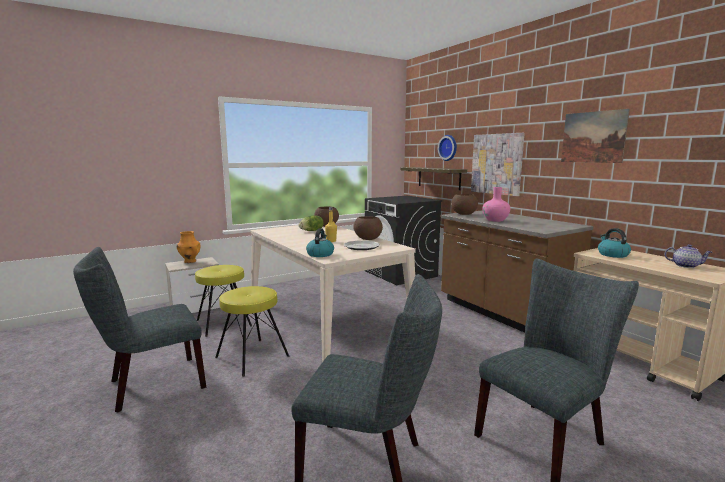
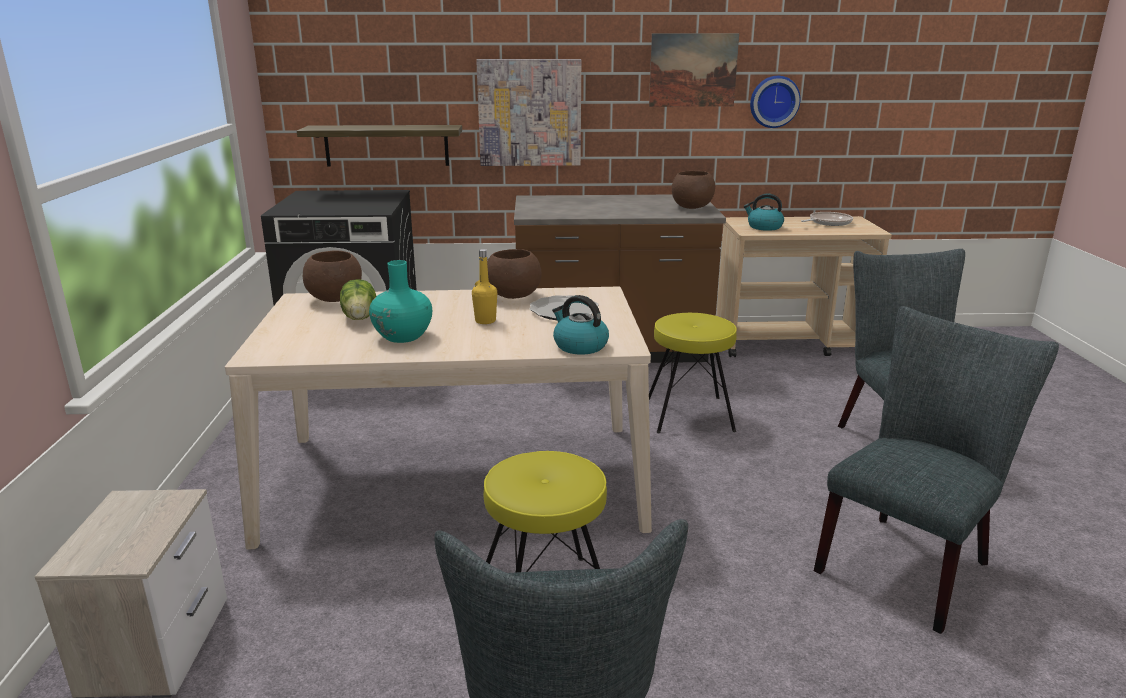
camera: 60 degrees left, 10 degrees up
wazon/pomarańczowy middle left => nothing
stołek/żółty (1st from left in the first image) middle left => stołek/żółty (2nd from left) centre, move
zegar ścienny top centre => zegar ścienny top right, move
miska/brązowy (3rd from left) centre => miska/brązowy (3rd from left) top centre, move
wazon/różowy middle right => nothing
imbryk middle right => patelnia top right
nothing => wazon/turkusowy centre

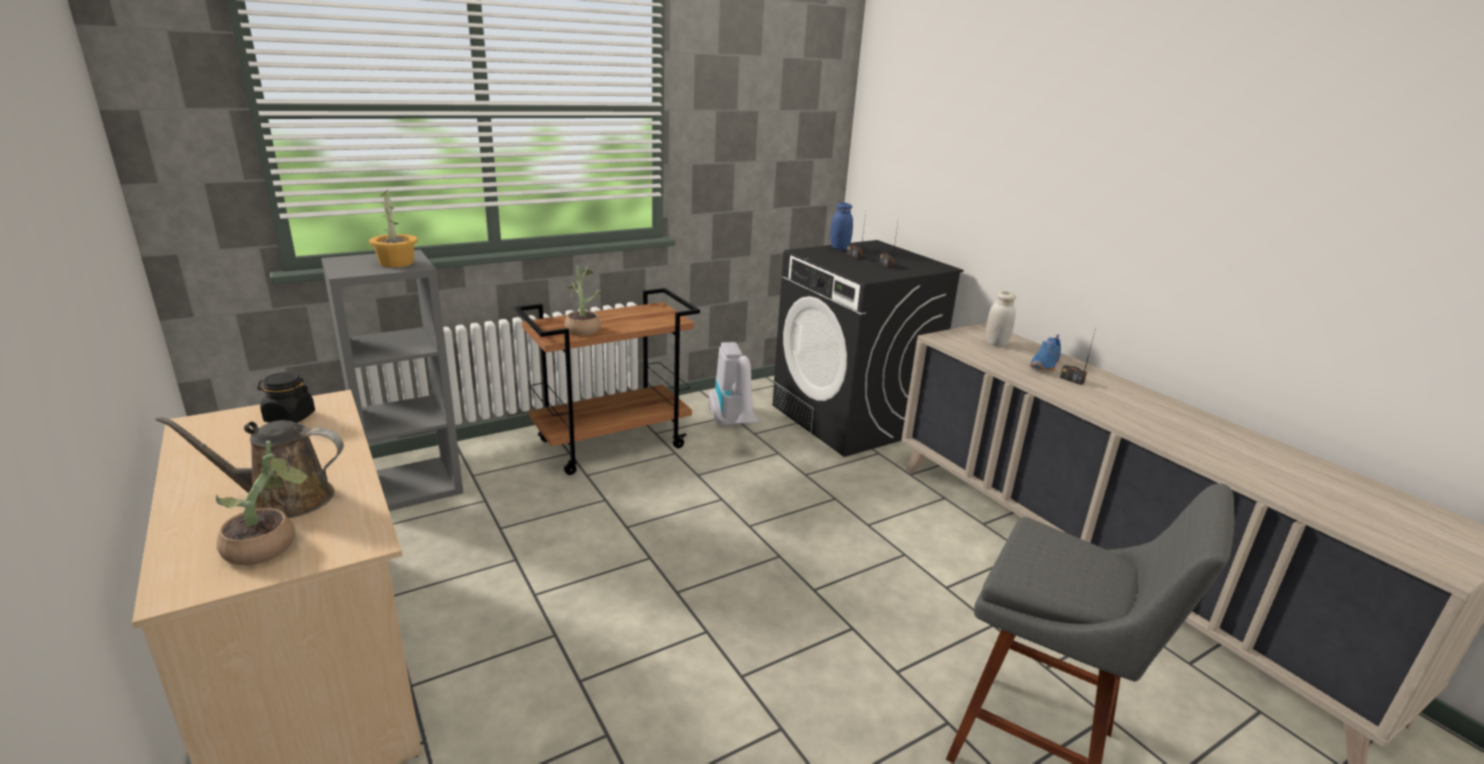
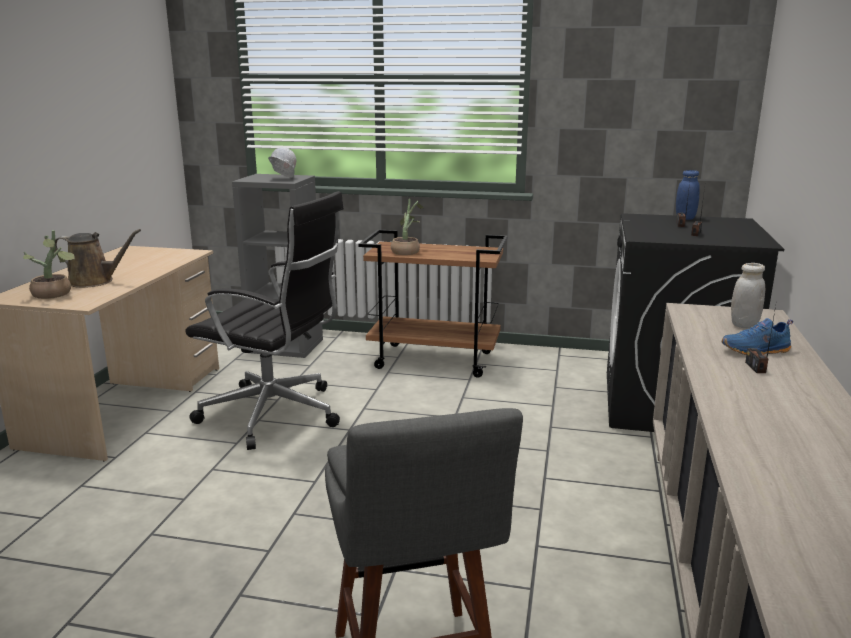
camera: 45 degrees right, 5 degrees down
konewka/brązowy middle left, 150 degrees clockwise
słoik/czarny middle left => nothing
roślina doniczkowa (2nd from left) top left => kask/biały top left
odkurzacz centre => nothing
nothing => krzesło biurowe/czarny middle left

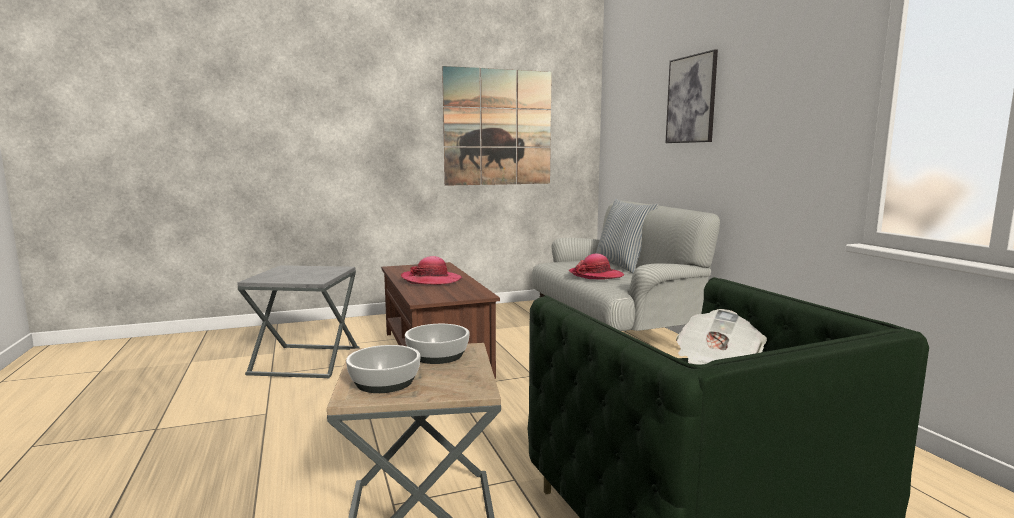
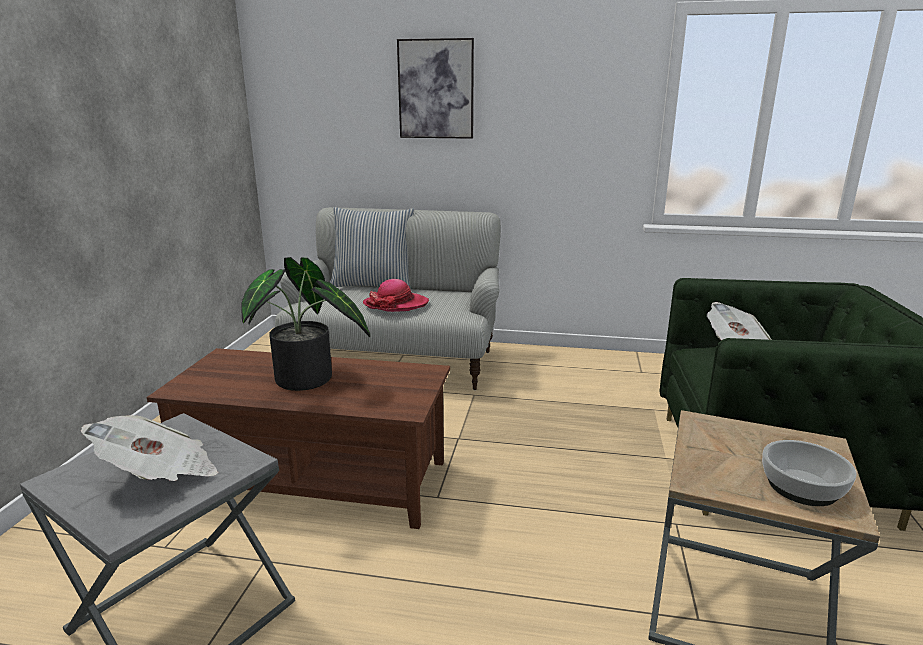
camera: 60 degrees left, 10 degrees up
kapelusz (1st from left) centre => roślina doniczkowa middle left
miska (2nd from left) centre => nothing
obraz (1st from left) top centre => nothing
nothing => gazeta (1st from left) bottom left

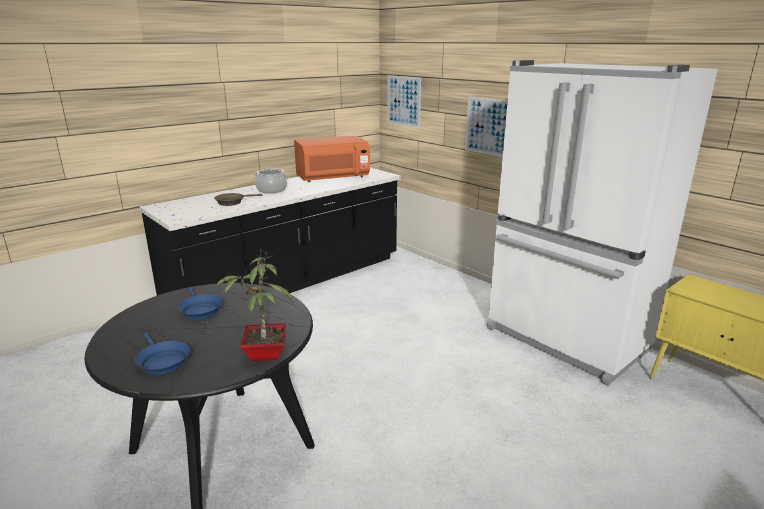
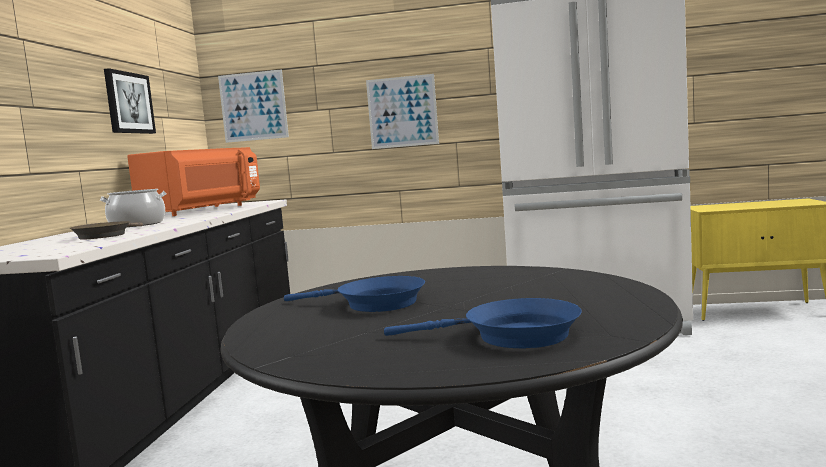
camera: 40 degrees left, 15 degrees down
roślina doniczkowa middle left => nothing
nothing => obraz (1st from left) top left

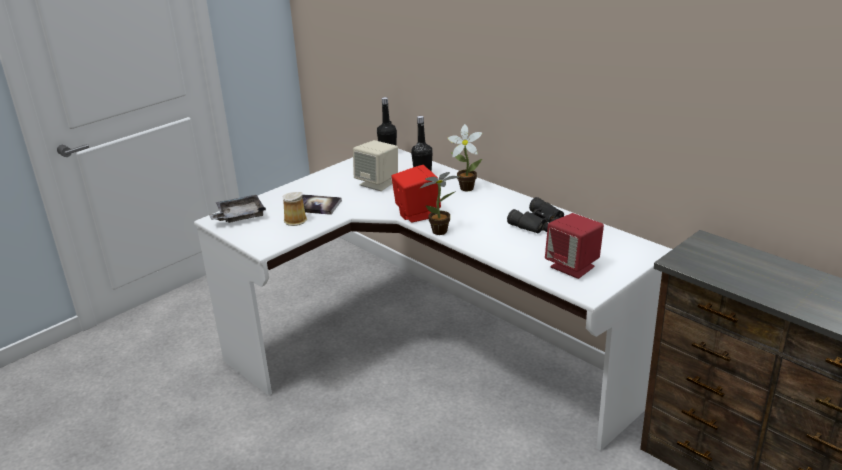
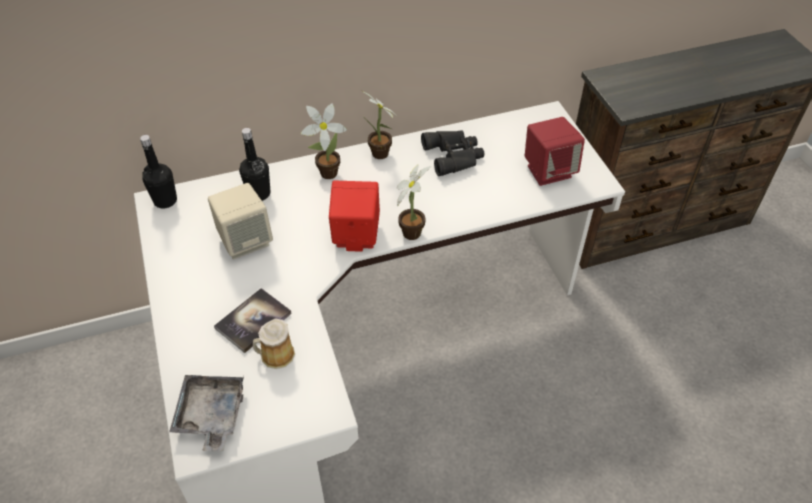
camera: 65 degrees left, 20 degrees up
nothing => roślina doniczkowa (2nd from left) top centre

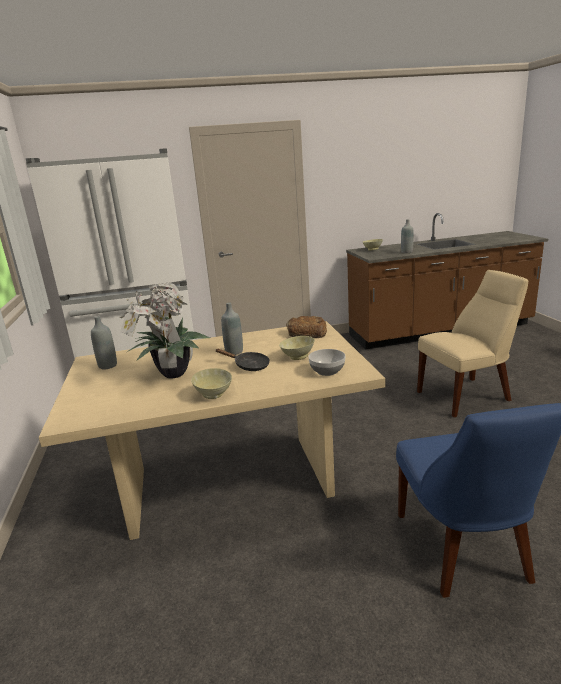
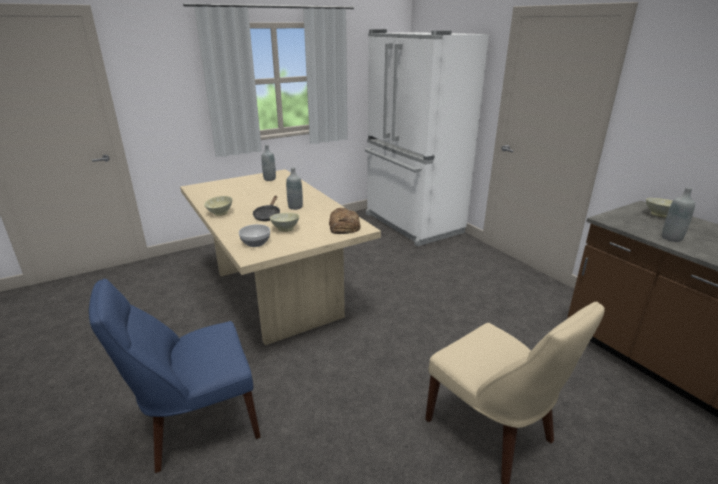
camera: 70 degrees right, 5 degrees up
roślina doniczkowa middle left => nothing

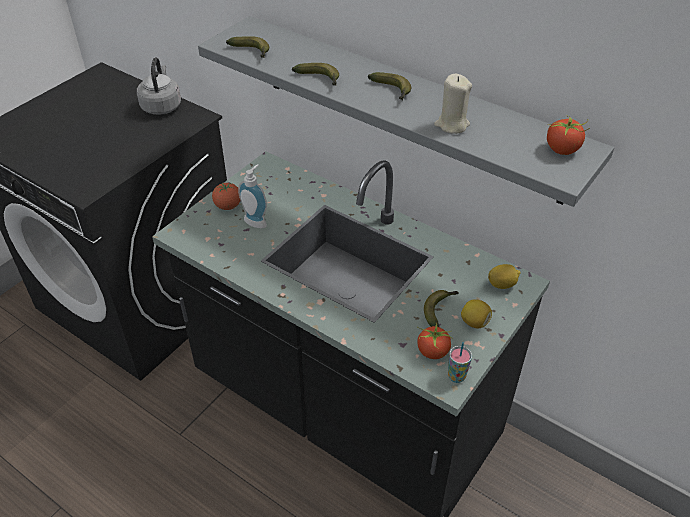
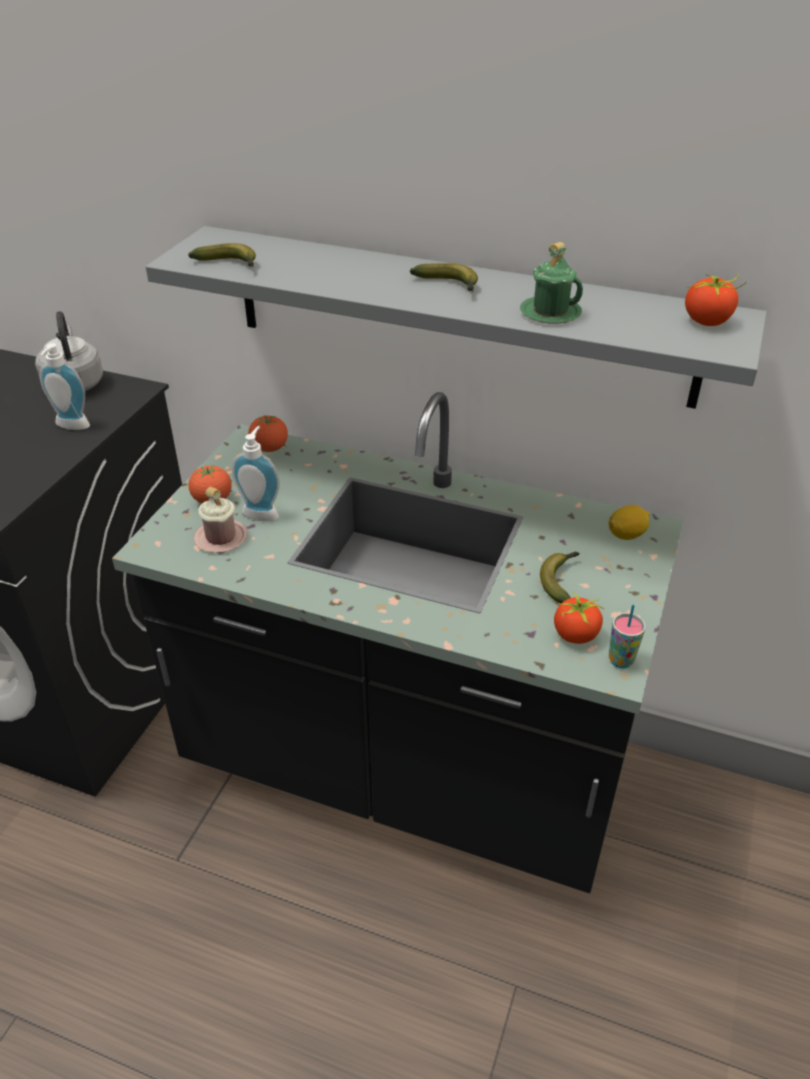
camera: 15 degrees left, 5 degrees down
banan (2nd from left) top centre => nothing
świeca/beżowy top centre => kubek/zielony top right
cytryna (1st from left) middle right => nothing
nothing => dozownik mydła (1st from left) middle left
nothing => kubek/różowy middle left
nothing => pomidor (2nd from left) middle left

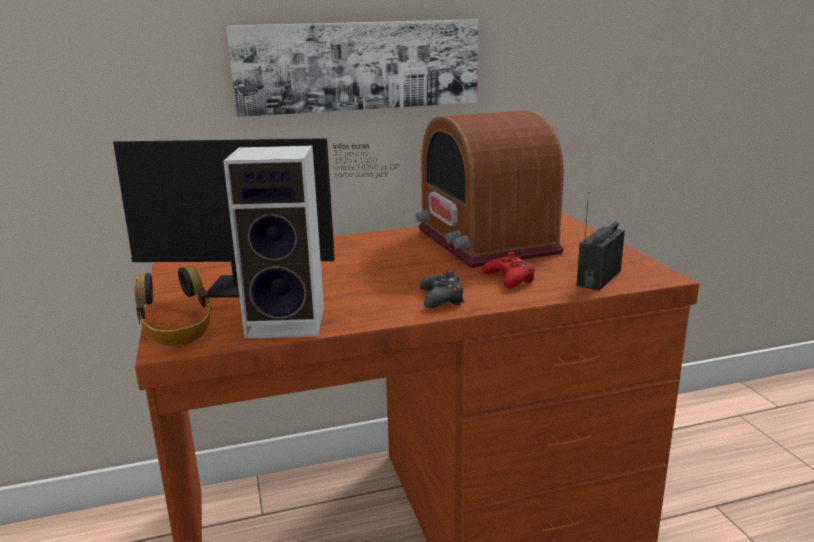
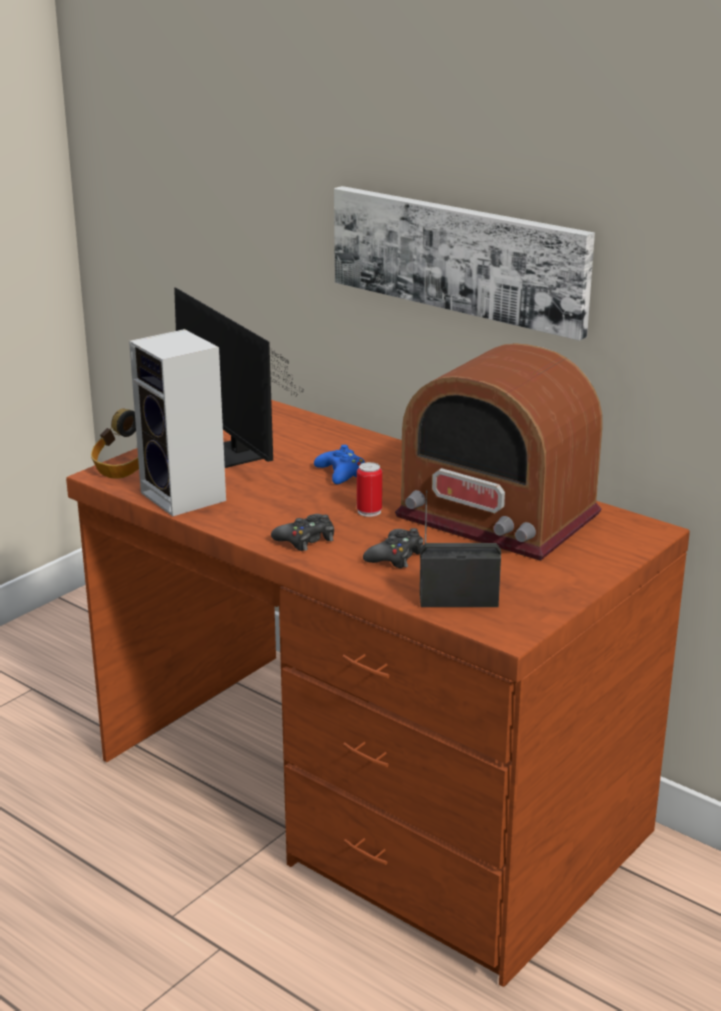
camera: 55 degrees right, 5 degrees up
radio (1st from left in the first image) centre => radio (2nd from left) middle right, 90 degrees counterclockwise
pad do gier/czerwony centre => pad do gier/czarny (2nd from left) centre
nothing => pad do gier/niebieski centre
nothing => puszka centre

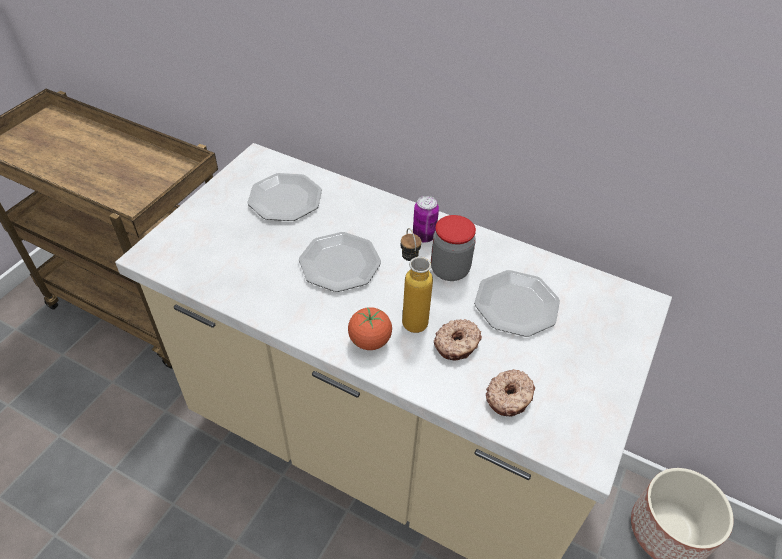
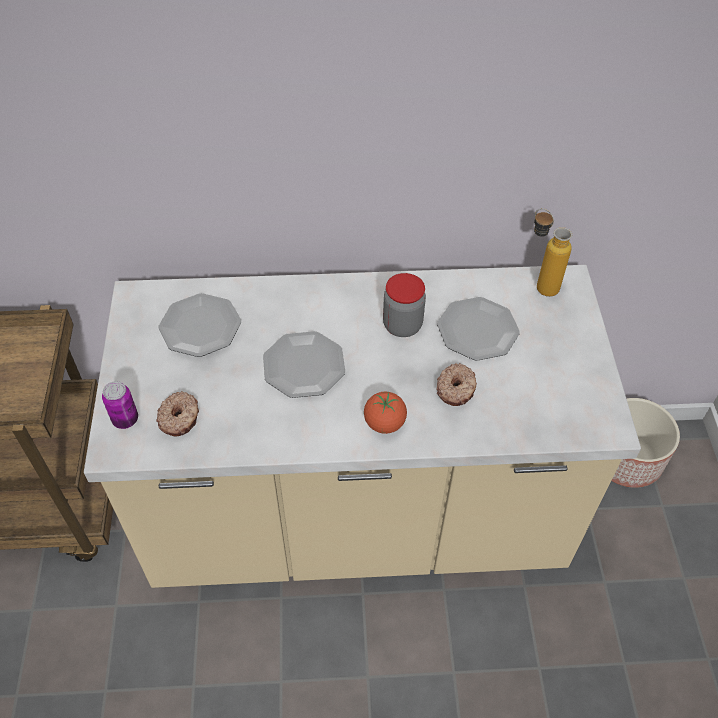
camera: 30 degrees left, 5 degrees up
butelka centre => butelka middle right, move
puszka centre => puszka middle left, move
donut (2nd from left in the first image) bottom centre => donut (1st from left) middle left, move

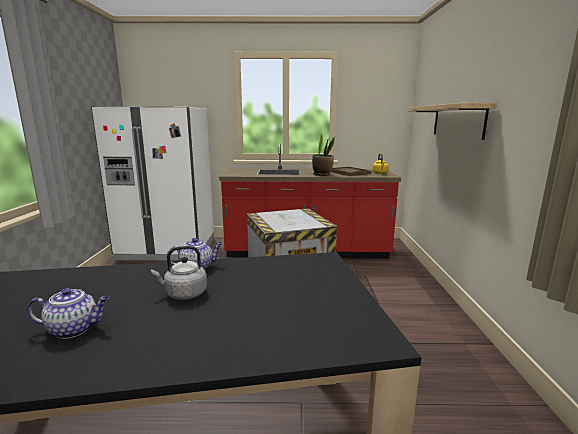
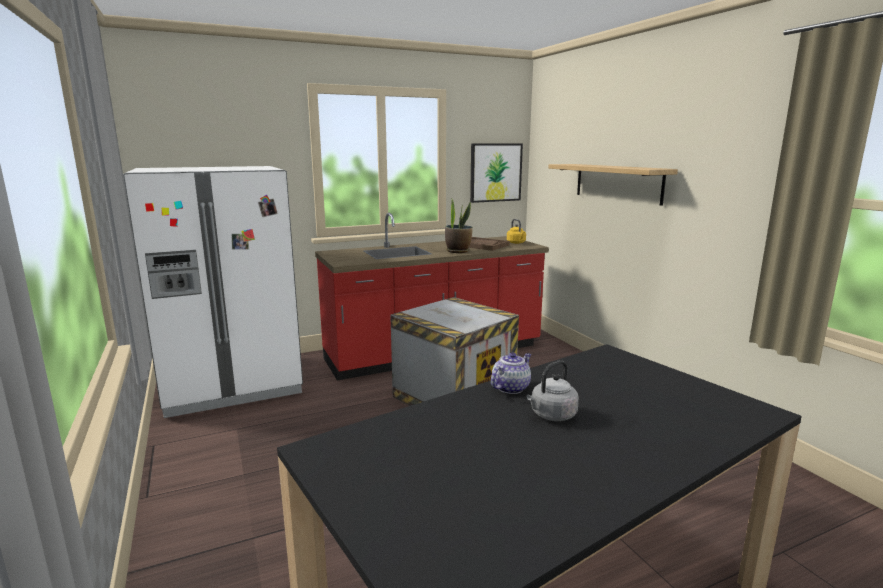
camera: 25 degrees left, 0 degrees up
imbryk (1st from left) bottom left => nothing
nothing => obraz top centre

